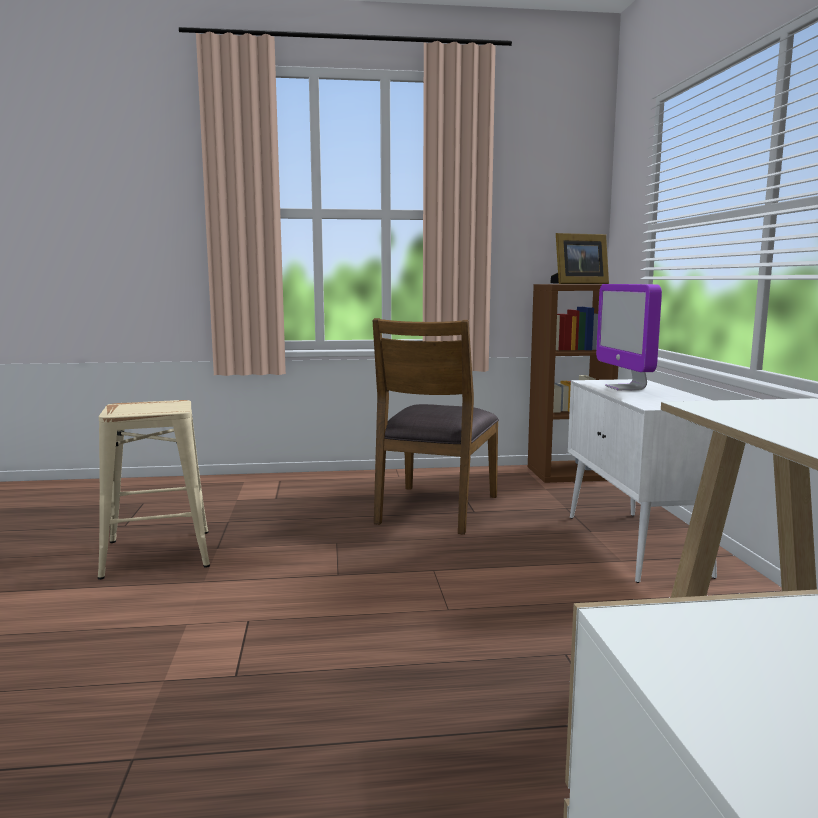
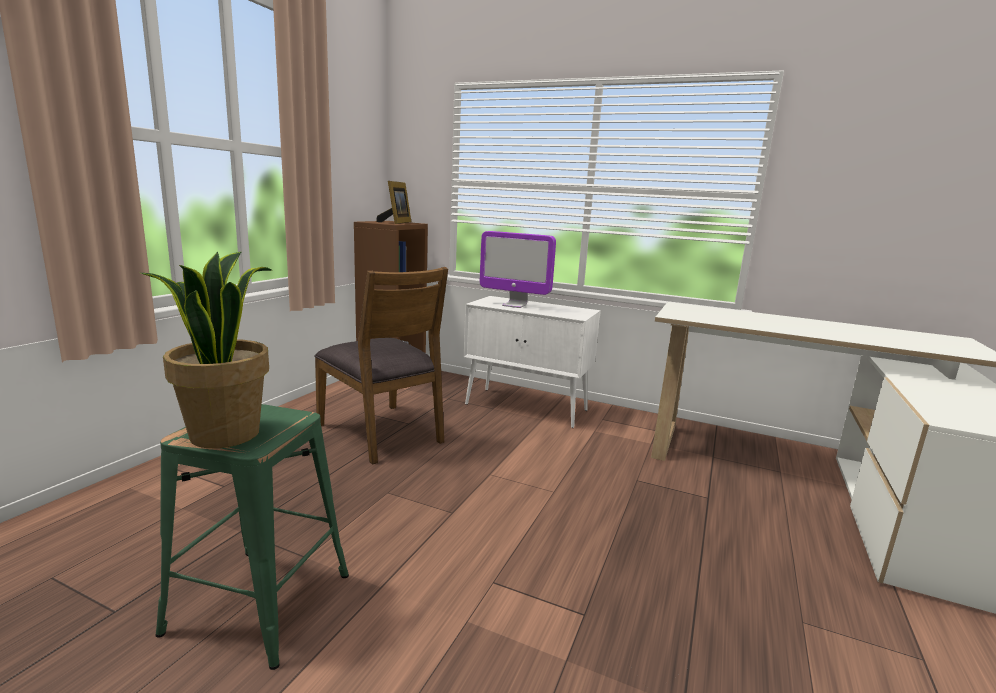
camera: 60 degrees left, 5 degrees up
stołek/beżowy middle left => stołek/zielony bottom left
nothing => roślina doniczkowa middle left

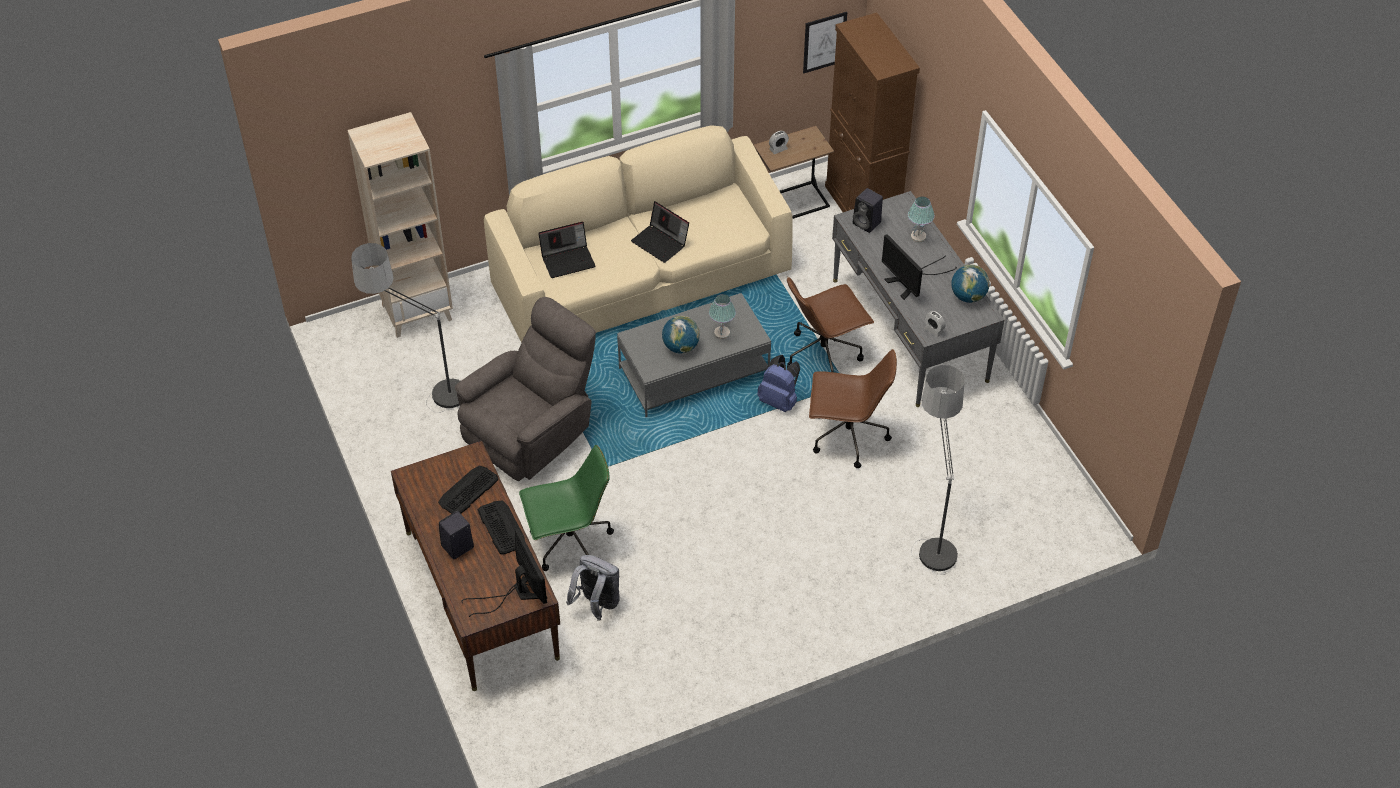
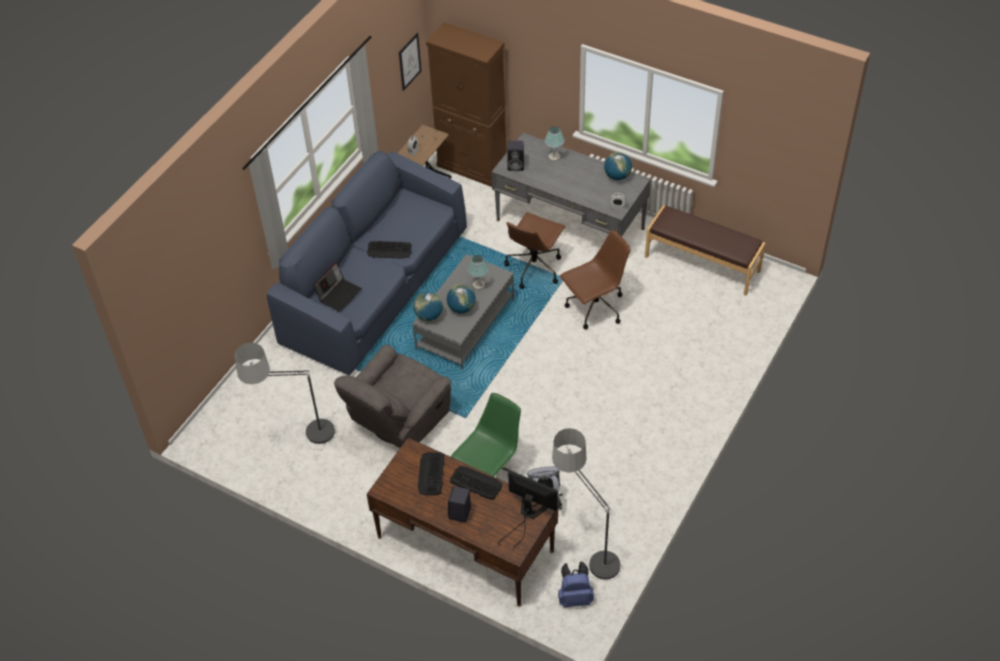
camera: 35 degrees left, 0 degrees up
regał/beżowy top left => nothing
fotel/szary centre, 150 degrees counterclockwise
kanapa/beżowy top centre => kanapa/niebieski centre
laptop (2nd from left) top centre => klawiatura (1st from left) centre
plecak/niebieski centre => plecak/niebieski bottom centre, move
monitor (2nd from left) centre => nothing
lampa stojąca (2nd from left) middle right => lampa stojąca (2nd from left) bottom centre, move
nothing => globus (1st from left) centre
nothing => ławka/brązowy middle right

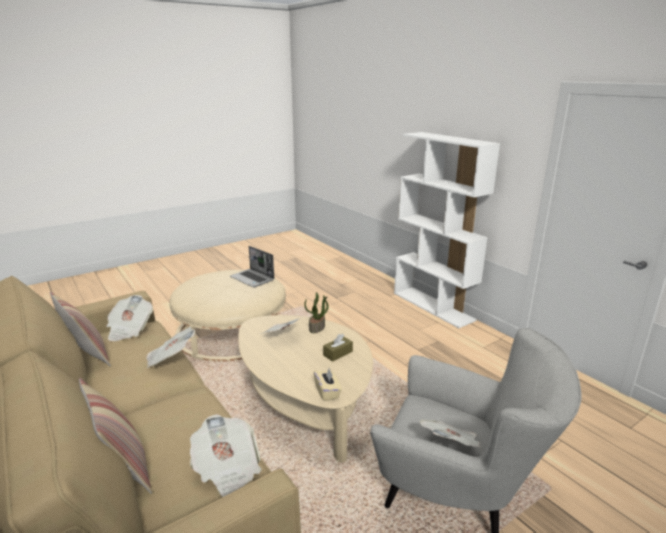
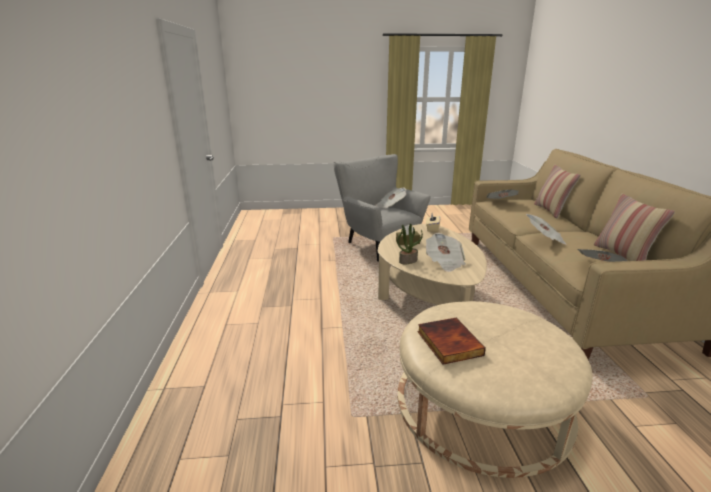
camera: 150 degrees left, 0 degrees up
laptop centre => książka bottom centre
regał/biały middle right => nothing

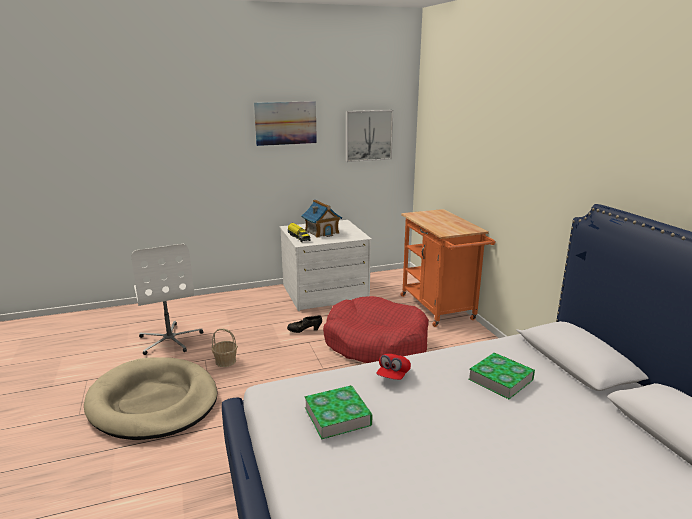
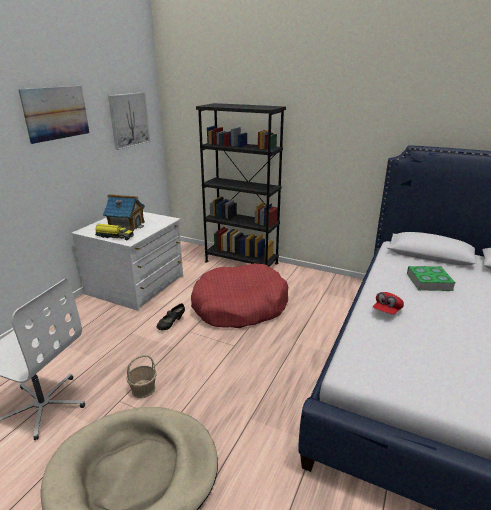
camera: 45 degrees left, 5 degrees up
książka (1st from left) bottom centre => nothing
czapka z daszkiem/czerwony bottom centre => czapka z daszkiem/czerwony middle right, 60 degrees clockwise
wózek/pomarańczowy centre => regał/czarny centre

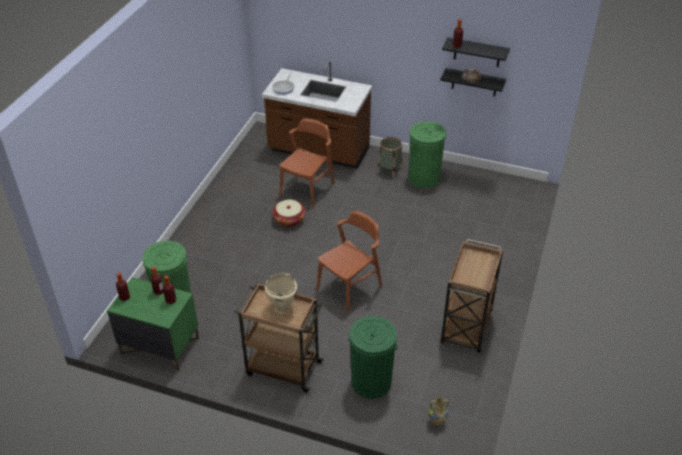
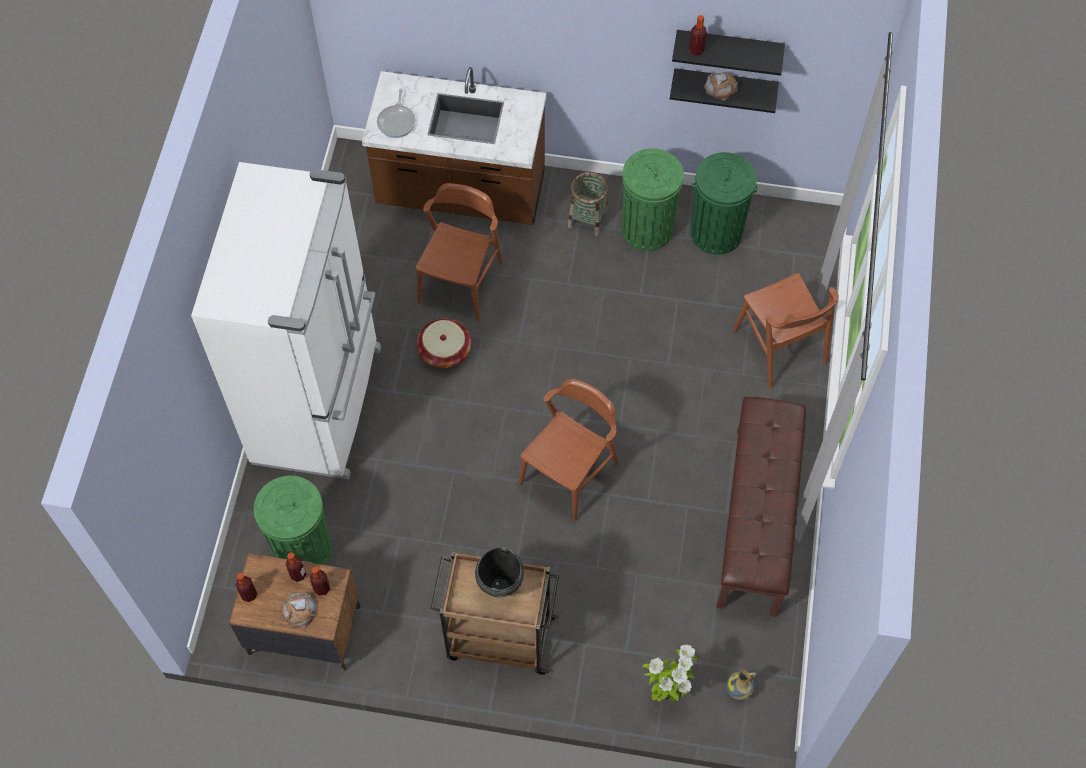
camera: 10 degrees left, 20 degrees up
szafka nocna/zielony bottom left => szafka nocna/brązowy bottom left
garnek/beżowy centre => garnek/czarny bottom centre
kosz na śmieci/zielony (2nd from left in the first image) bottom centre => kosz na śmieci/zielony (3rd from left) top right, move
wózek/brązowy (2nd from left) middle right => ławka/brązowy middle right
nothing => lodówka/biały middle left
nothing => chleb (1st from left) bottom left
nothing => roślina doniczkowa bottom centre
nothing => krzesło/brązowy (3rd from left) middle right

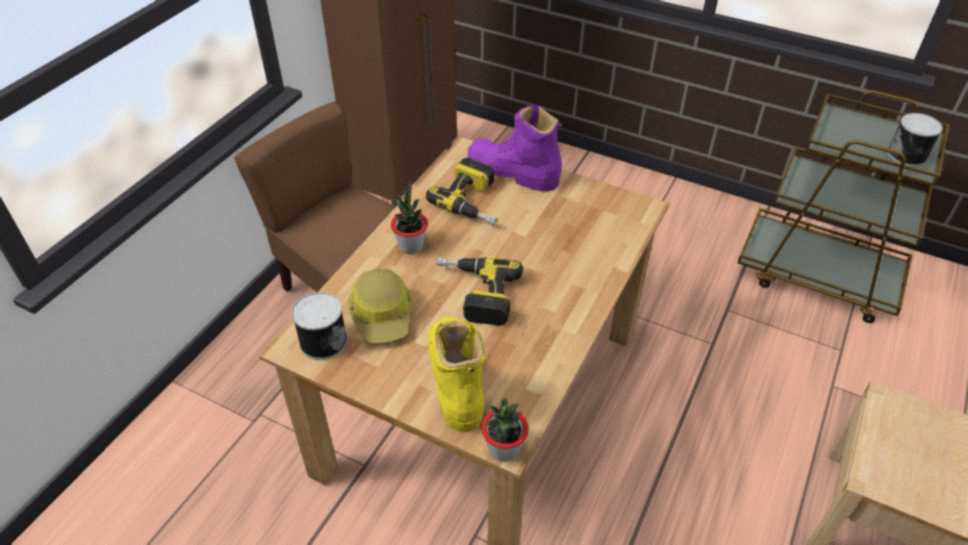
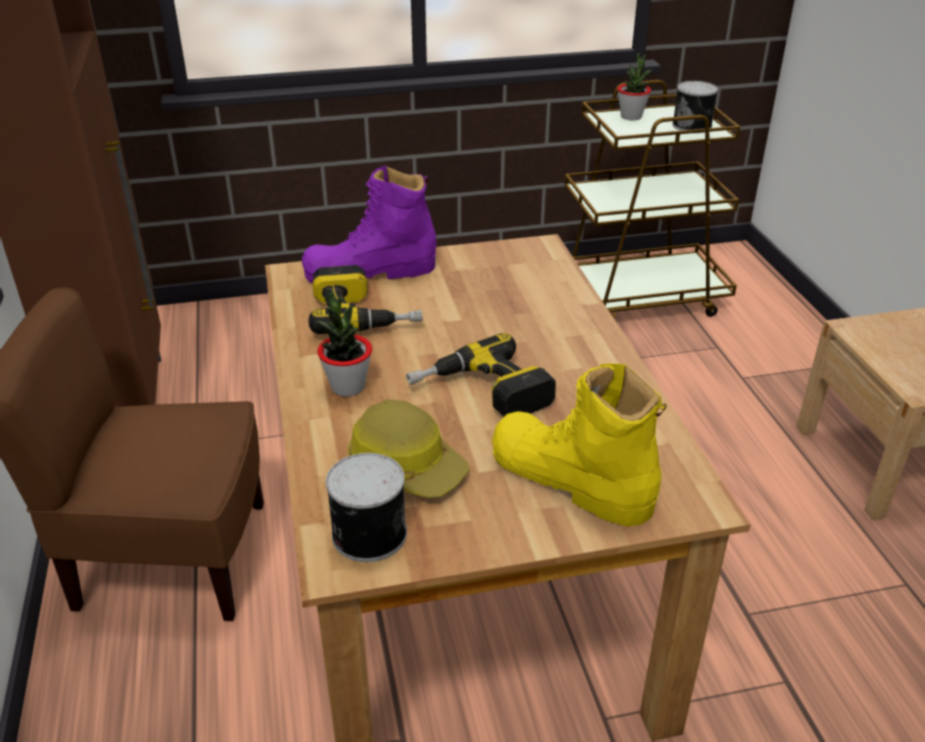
camera: 40 degrees left, 10 degrees down
roślina doniczkowa (2nd from left) bottom centre => roślina doniczkowa (2nd from left) top right, move

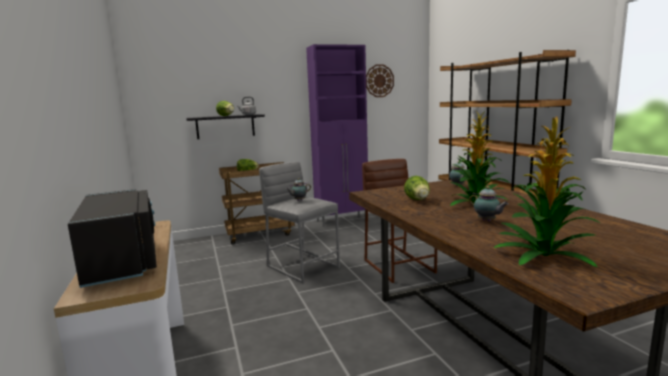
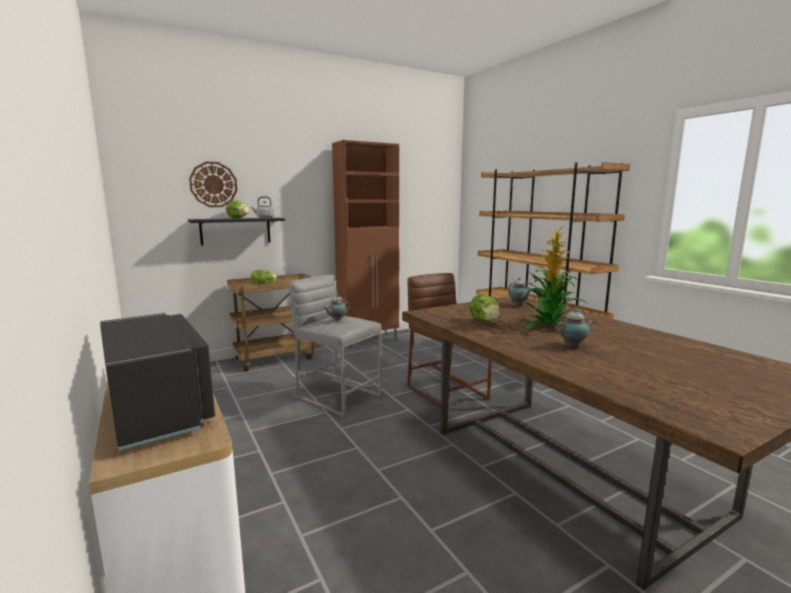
camera: 10 degrees left, 0 degrees up
szafka/fioletowy centre => szafka/brązowy centre
zegar ścienny top centre => zegar ścienny top left, move
imbryk (3rd from left) middle right, 60 degrees counterclockwise
roślina doniczkowa (2nd from left) middle right => nothing

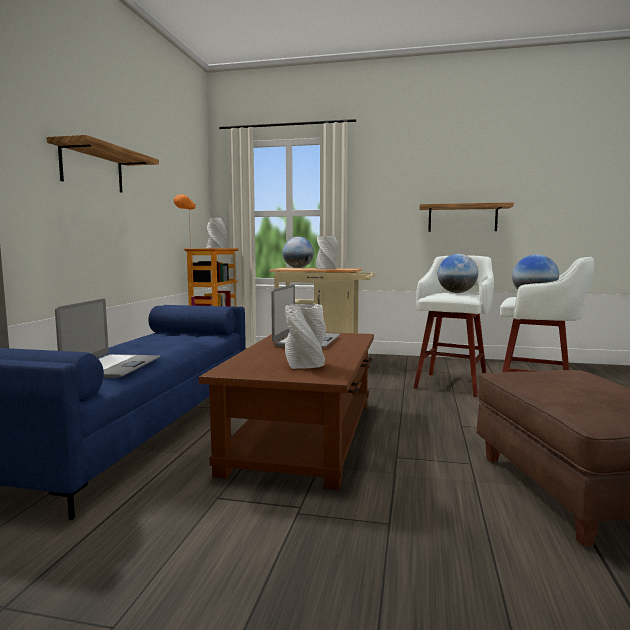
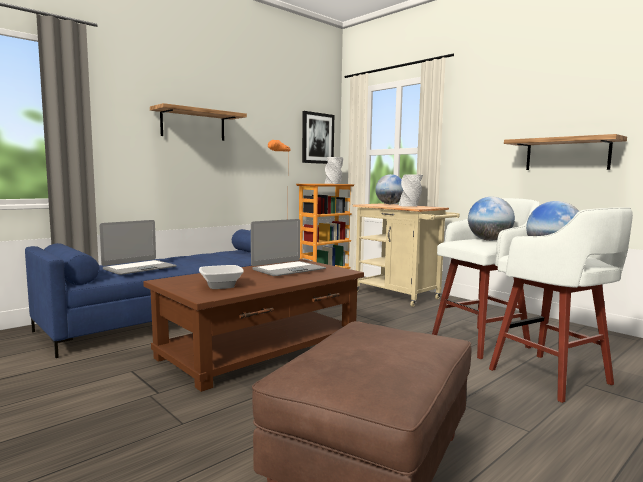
camera: 35 degrees right, 0 degrees up
wazon/szary (2nd from left) centre => miska centre
nothing => obraz top centre

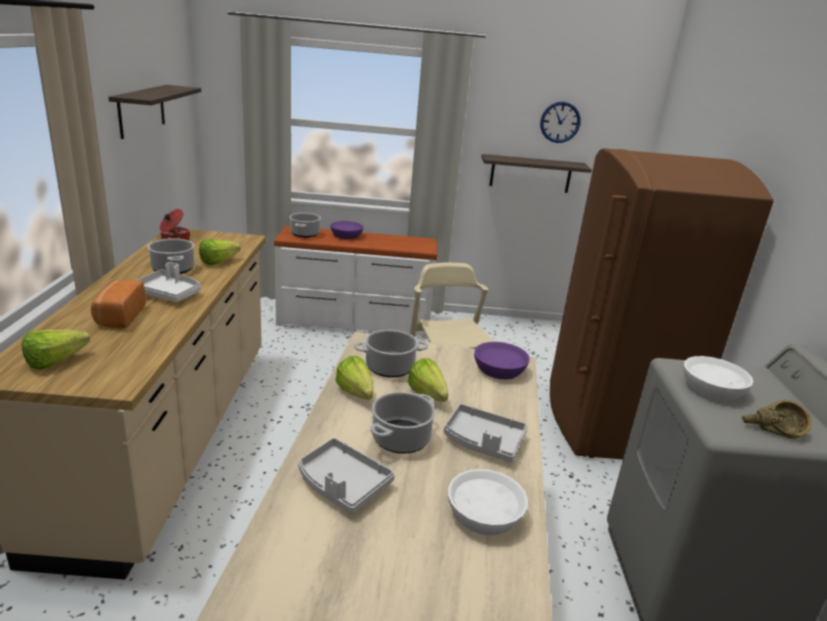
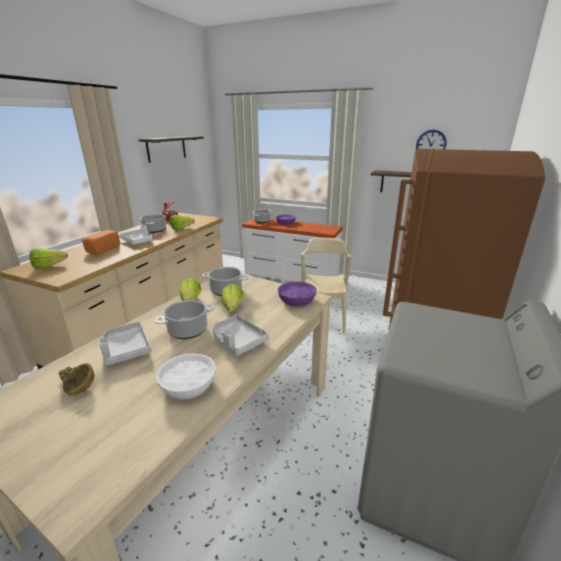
camera: 25 degrees right, 0 degrees up
miska/biały (2nd from left) middle right => nothing
miska/brązowy bottom right => miska/brązowy bottom left, move

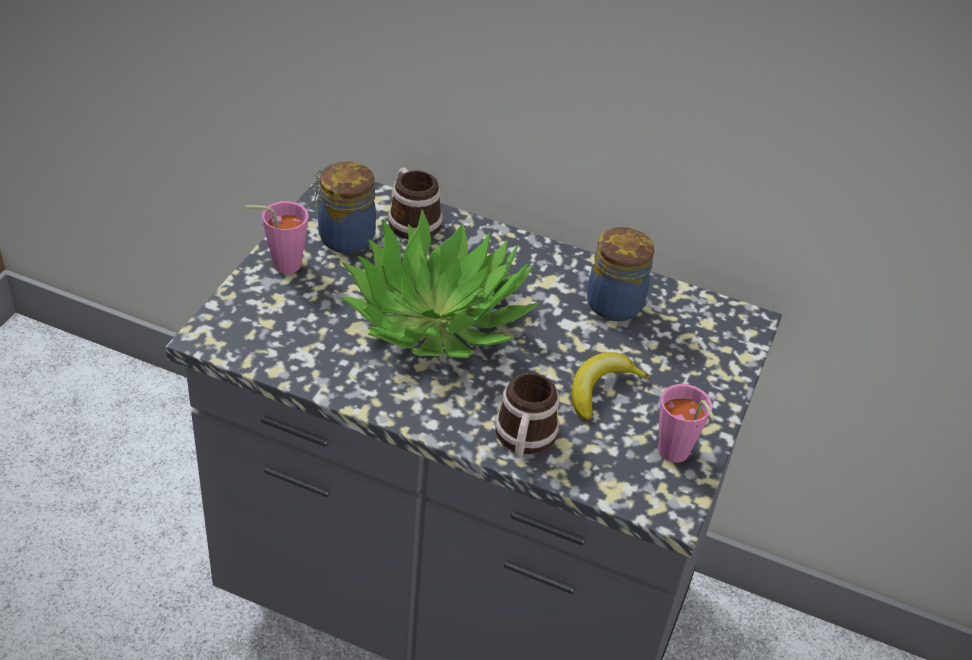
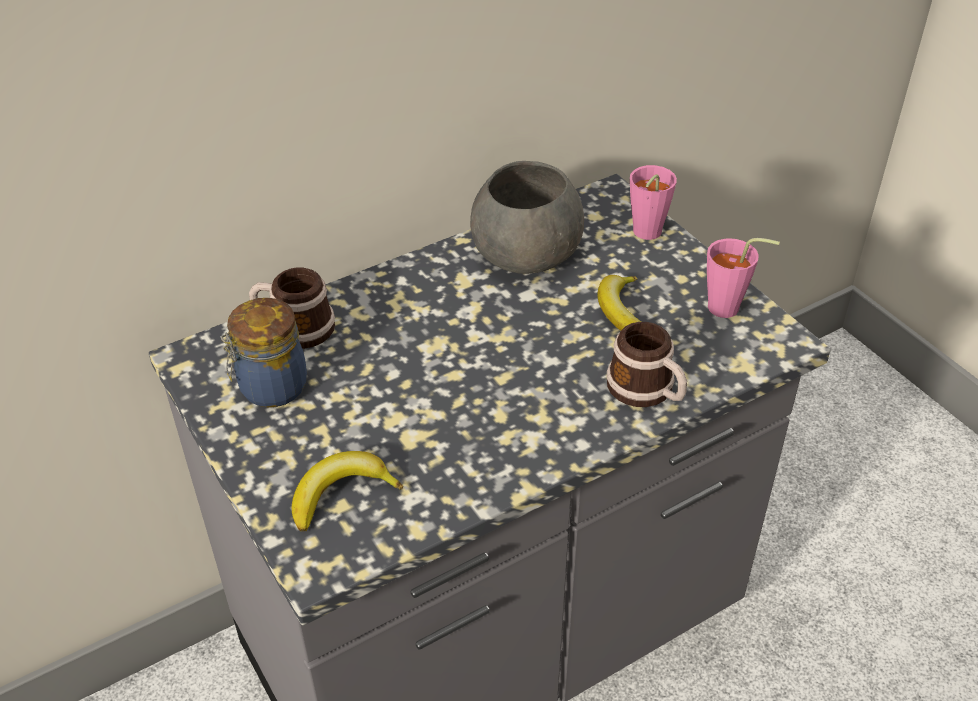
camera: 50 degrees left, 0 degrees up
filiżanka/różowy (1st from left) middle left => filiżanka/różowy (1st from left) top right, move
roślina doniczkowa centre => nothing
słoik (2nd from left) centre => miska/szary top centre
nothing => banan (1st from left) bottom centre

